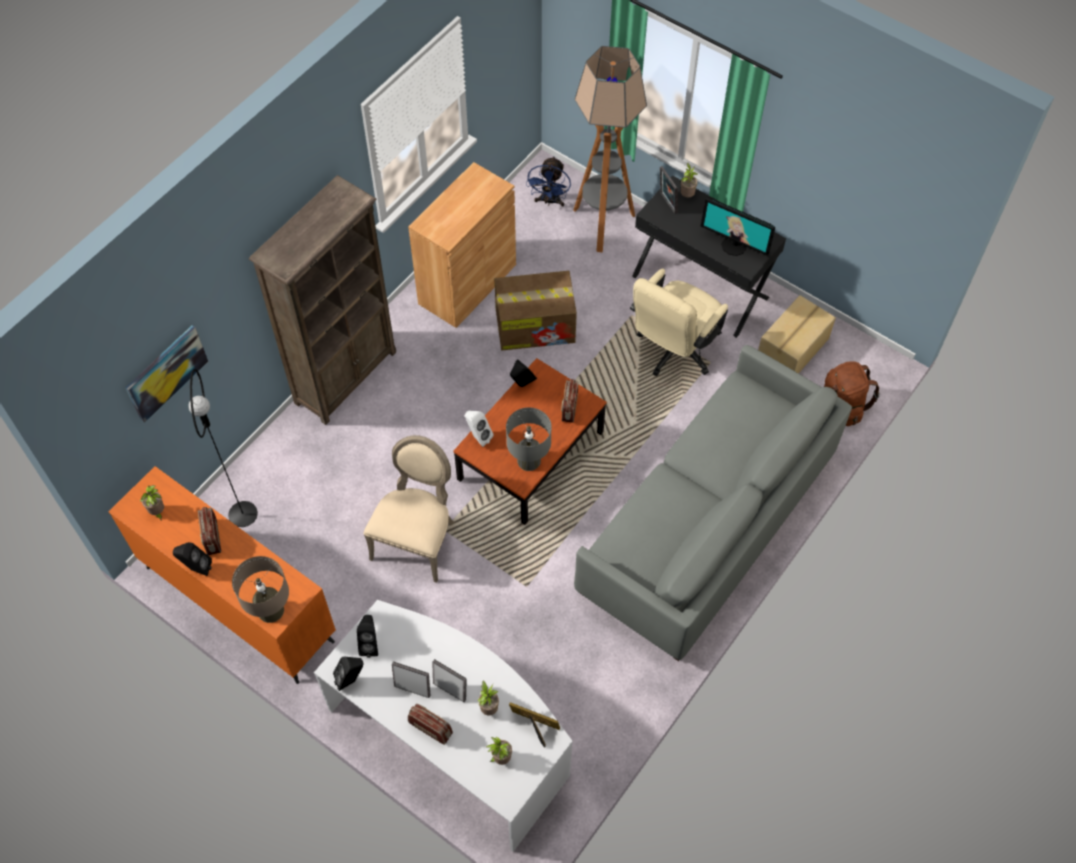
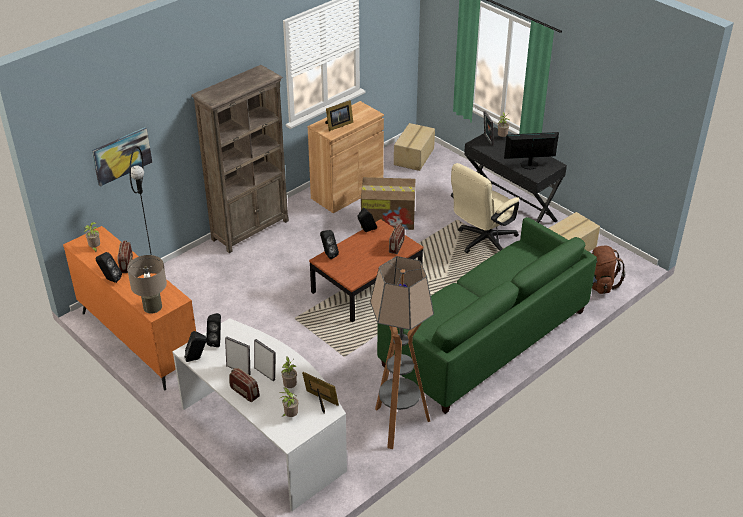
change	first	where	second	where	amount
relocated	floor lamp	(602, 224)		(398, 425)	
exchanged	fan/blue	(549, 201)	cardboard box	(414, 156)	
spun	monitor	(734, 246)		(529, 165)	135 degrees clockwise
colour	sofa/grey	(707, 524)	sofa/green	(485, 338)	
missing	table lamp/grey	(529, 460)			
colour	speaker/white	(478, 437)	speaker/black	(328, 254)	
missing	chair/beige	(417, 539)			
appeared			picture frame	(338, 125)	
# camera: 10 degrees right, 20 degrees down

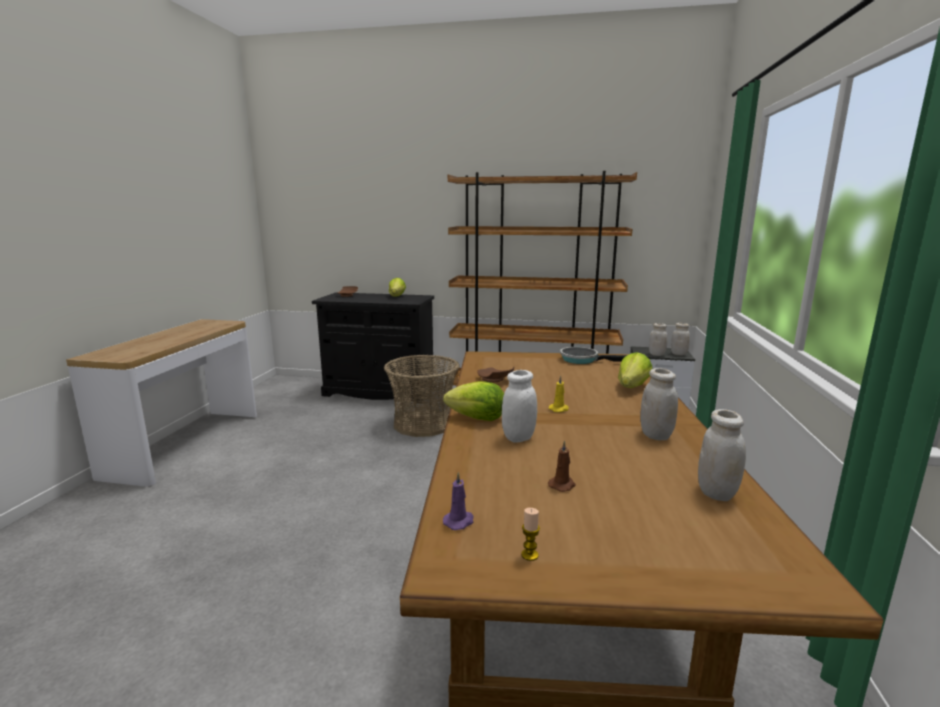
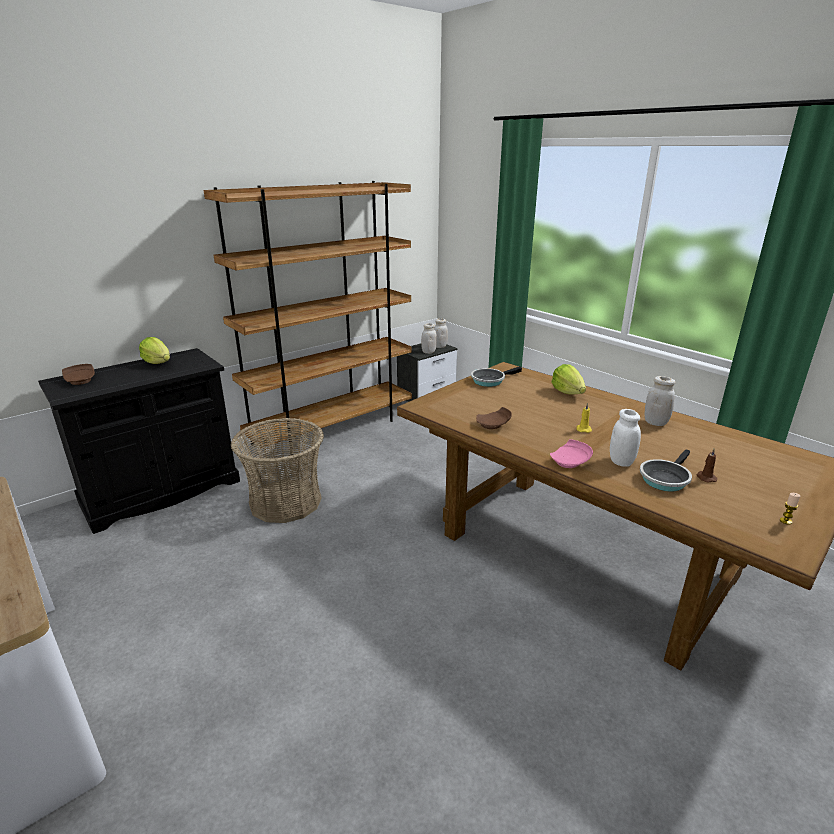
change	first	where	second	where	amount
exchanged	lettuce	(477, 418)	plate/pink	(570, 462)	
missing	jar/white	(716, 493)			
missing	candle/purple	(459, 521)			
appeared			frying pan	(665, 478)	
# camera: 50 degrees left, 10 degrees up

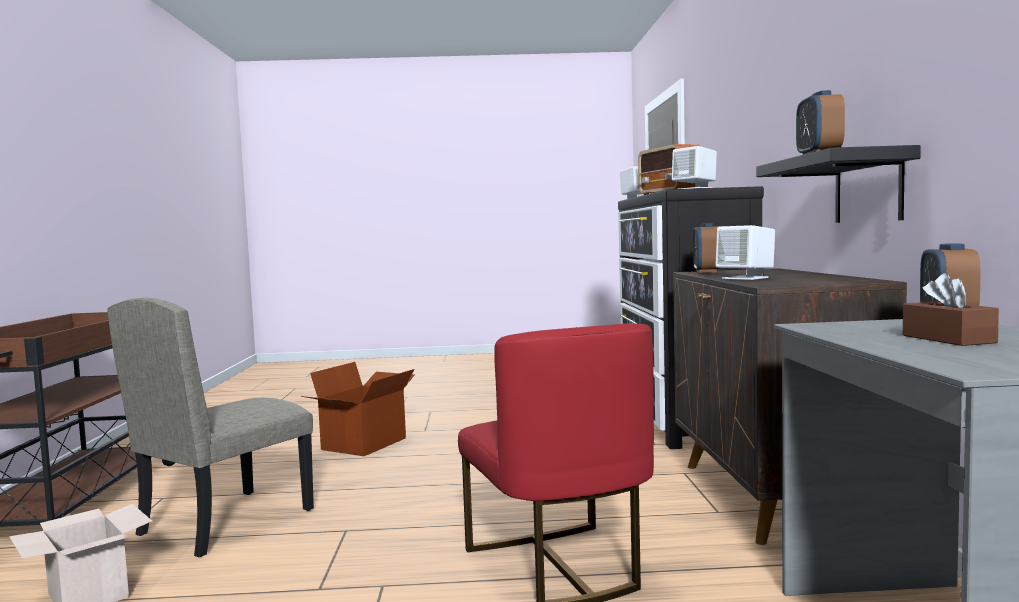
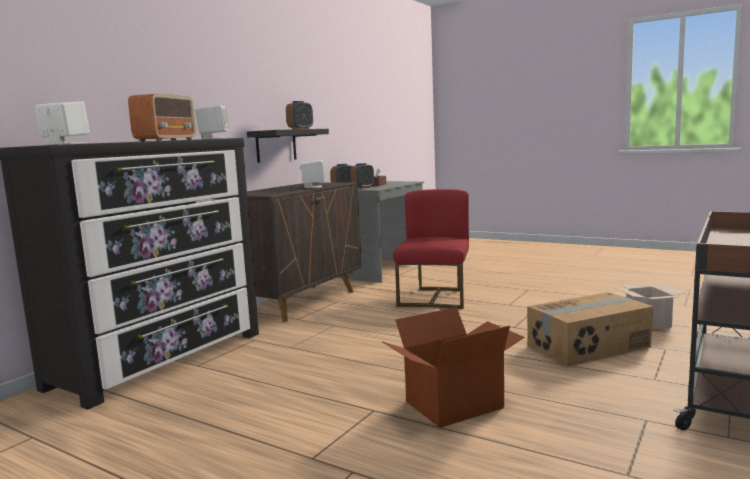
change	first	where	second	where	amount
relocated	alarm clock	(706, 272)		(363, 187)	
exchanged	chair/beige	(226, 521)	cardboard box	(589, 347)	
# camera: 145 degrees left, 5 degrees up

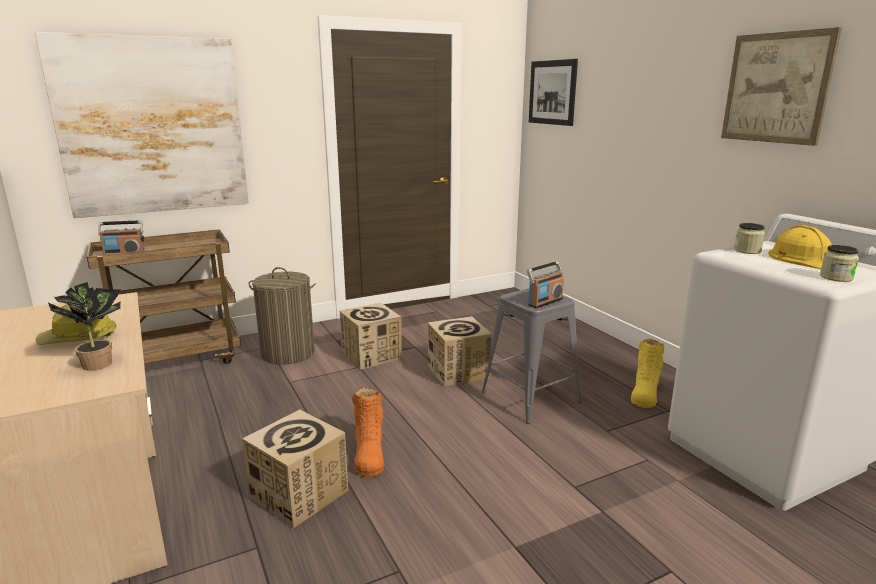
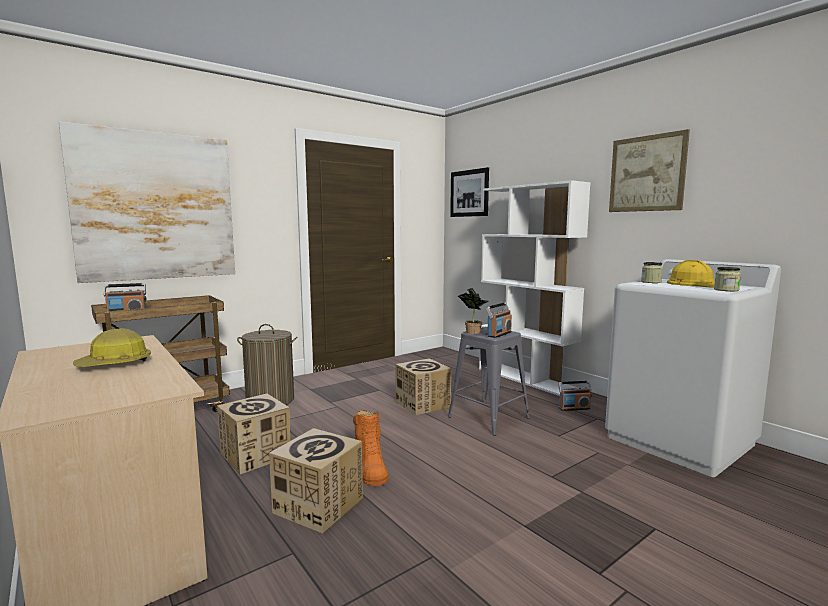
change	first	where	second	where	amount
relocated	potted plant	(98, 362)		(472, 331)	
relocated	cardboard box	(371, 355)		(255, 455)	
exchanged	boot/yellow	(645, 393)	radio	(574, 408)	
appeared			bookcase/white	(526, 378)	
# camera: 10 degrees left, 10 degrees down

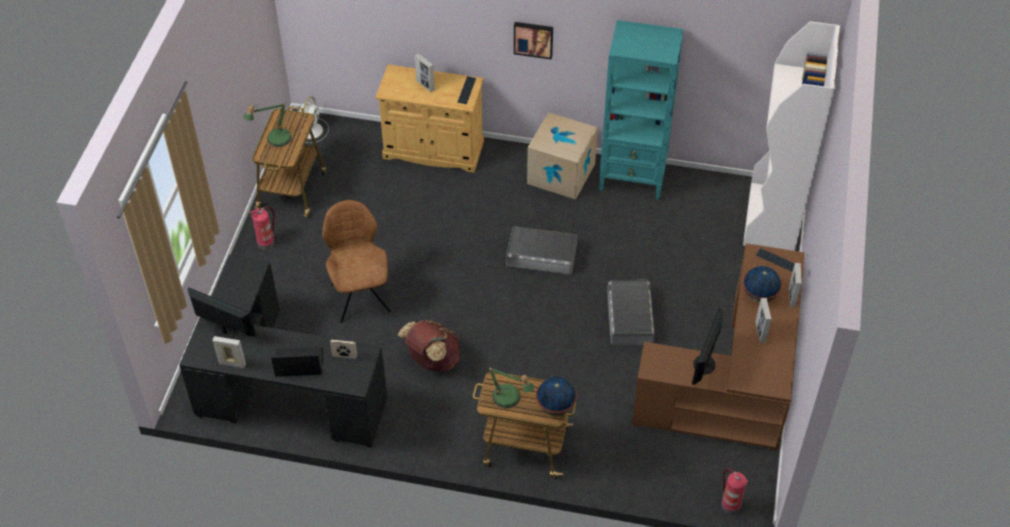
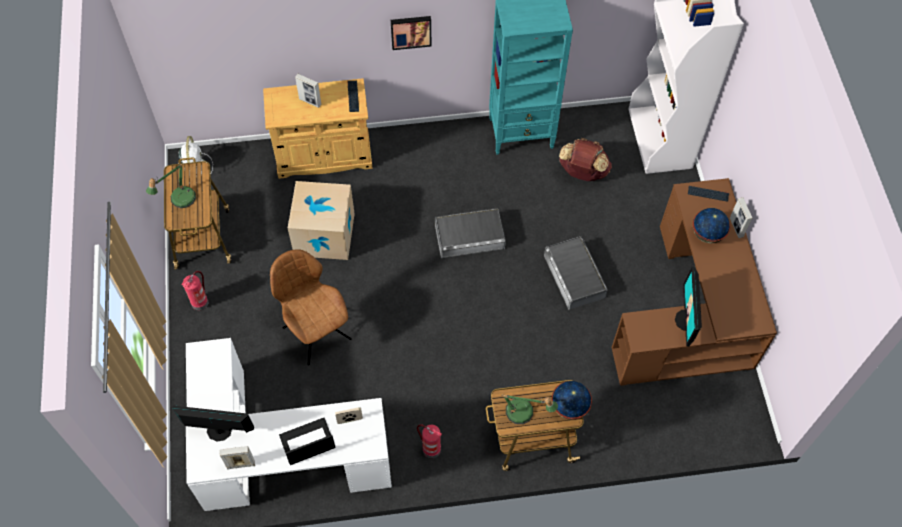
change	first	where	second	where	amount
relocated	cardboard box	(561, 174)		(324, 234)	
colour	desk/black	(279, 390)	desk/white	(277, 455)	
missing	picture frame	(760, 332)			
relocated	backpack/brown	(432, 360)		(582, 172)	
relocated	fire extinguisher	(729, 505)		(430, 449)	
# camera: 20 degrees left, 10 degrees up

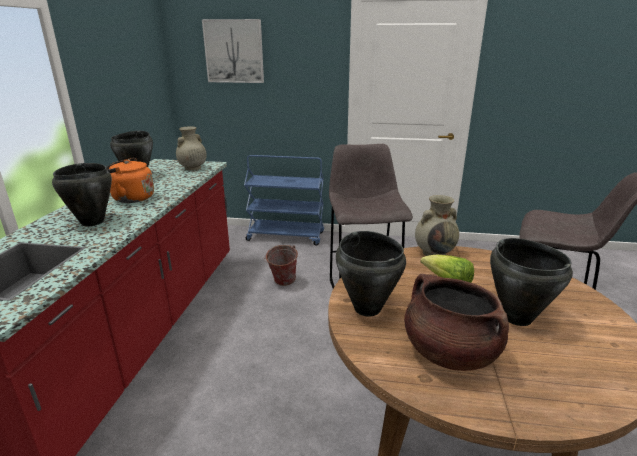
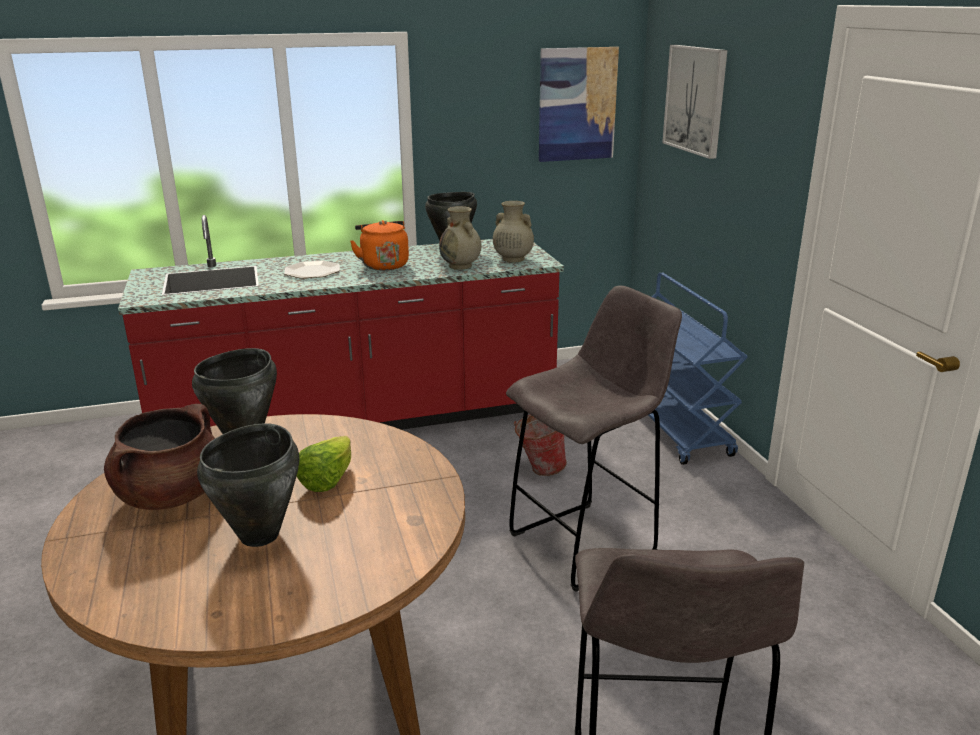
change	first	where	second	where	amount
exchanged	cooking pot/black	(92, 222)	plate	(312, 271)	
relocated	vase/beige	(434, 253)		(461, 266)	
appeared			picture	(577, 104)	
# camera: 65 degrees right, 0 degrees up

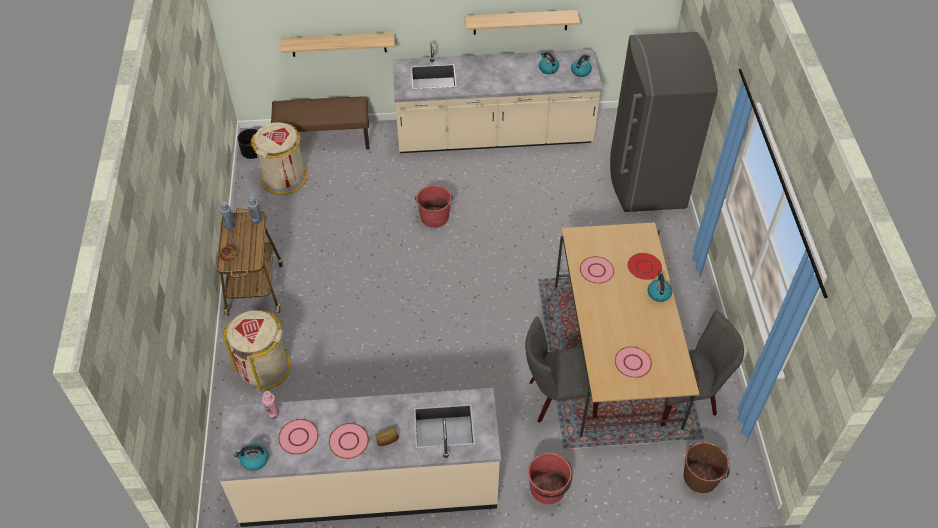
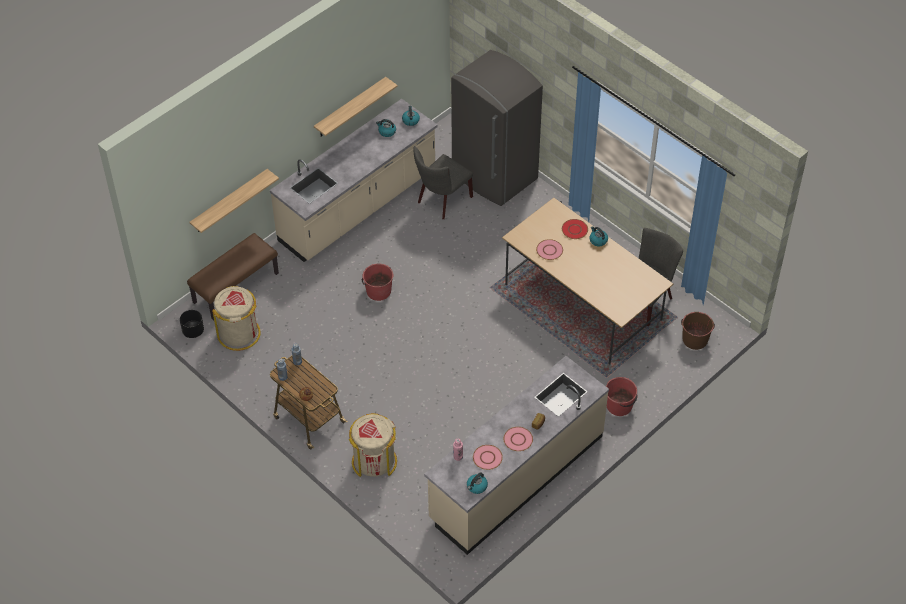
change	first	where	second	where	amount
relocated	chair/grey	(557, 398)		(442, 201)	
missing	plate/pink	(632, 363)			
# camera: 40 degrees left, 0 degrees up

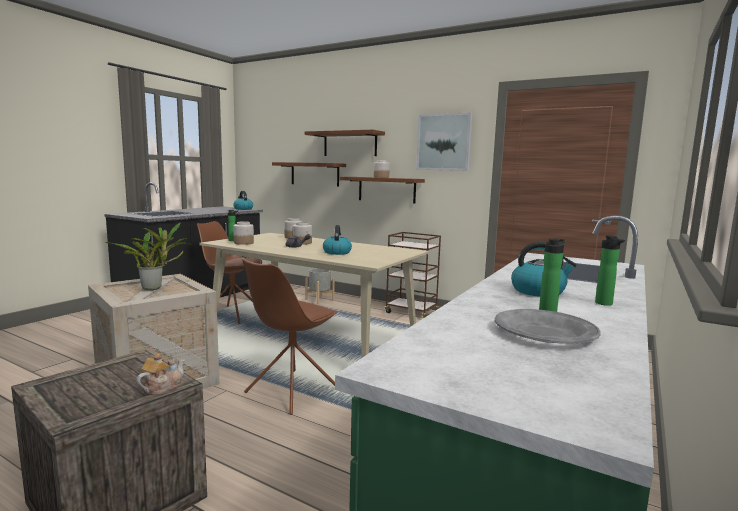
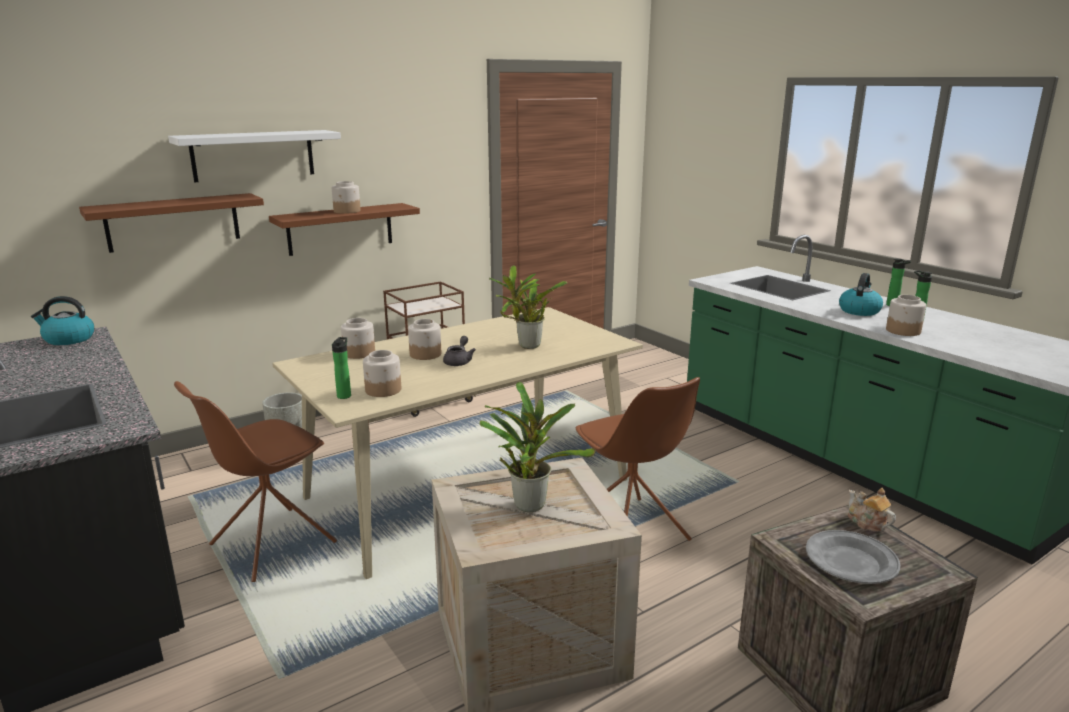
change	first	where	second	where	amount
missing	picture	(444, 142)			
colour	shelf/brown	(350, 144)	shelf/white	(253, 155)	
exchanged	kettle	(337, 252)	potted plant	(526, 346)	
relocated	plate/grey	(545, 332)		(851, 561)	
appeared			jar	(903, 331)	
# camera: 65 degrees left, 10 degrees up

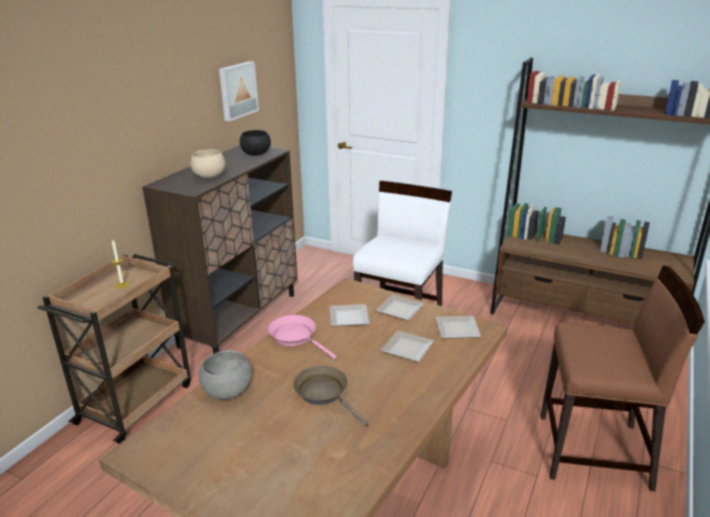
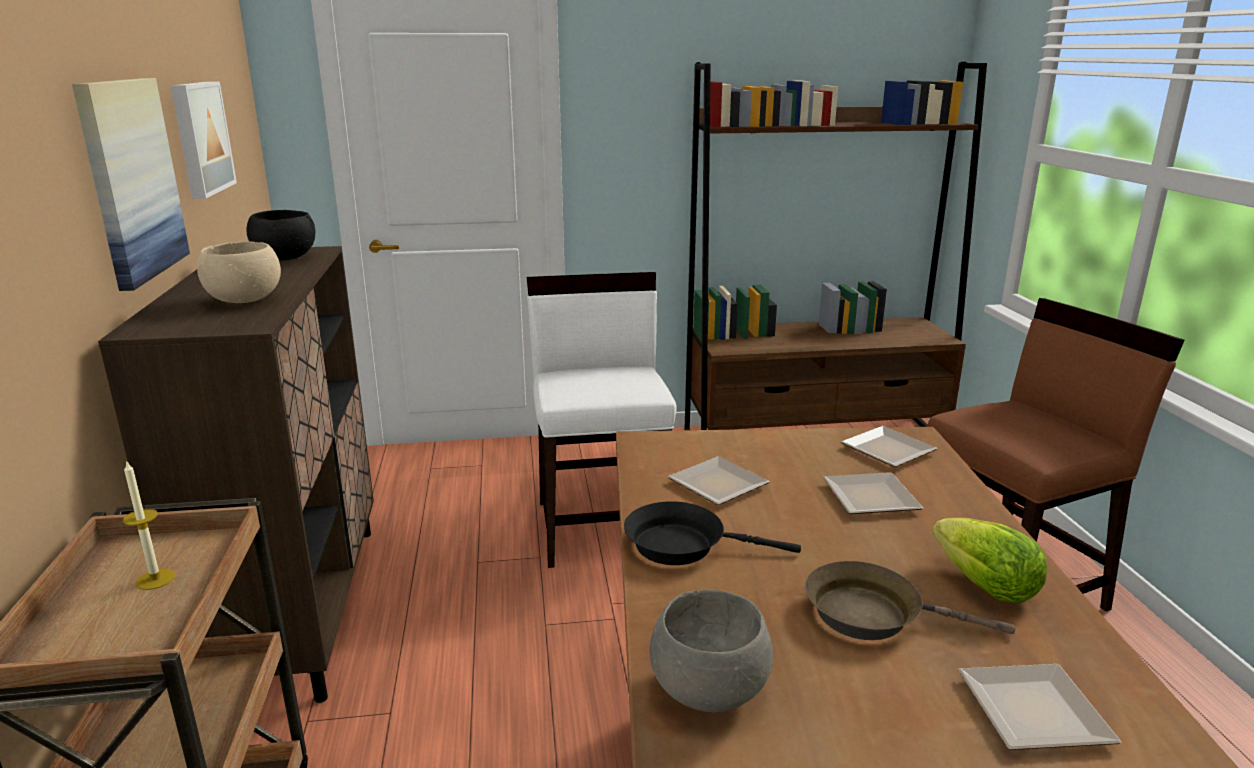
change	first	where	second	where	amount
relocated	plate	(398, 310)		(1031, 715)	
colour	frying pan/pink	(296, 337)	frying pan/black	(683, 545)	
appeared			picture	(131, 179)	
appeared			lettuce	(985, 586)	
# camera: 35 degrees left, 5 degrees down

